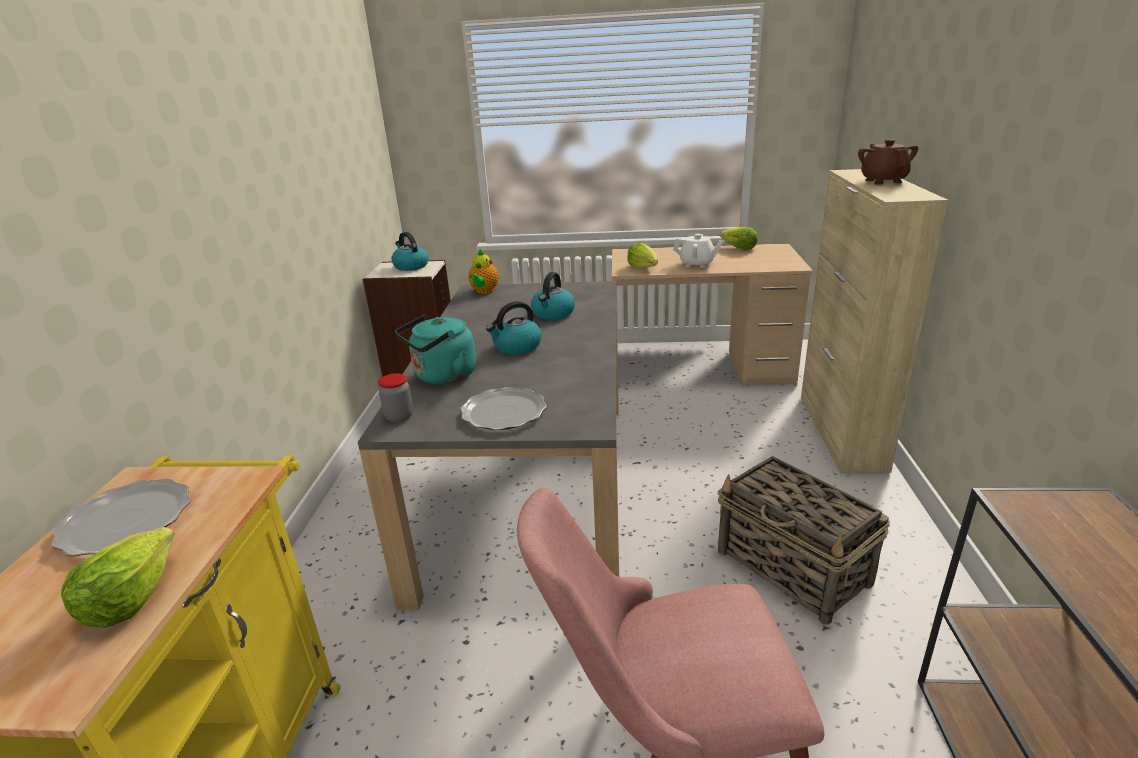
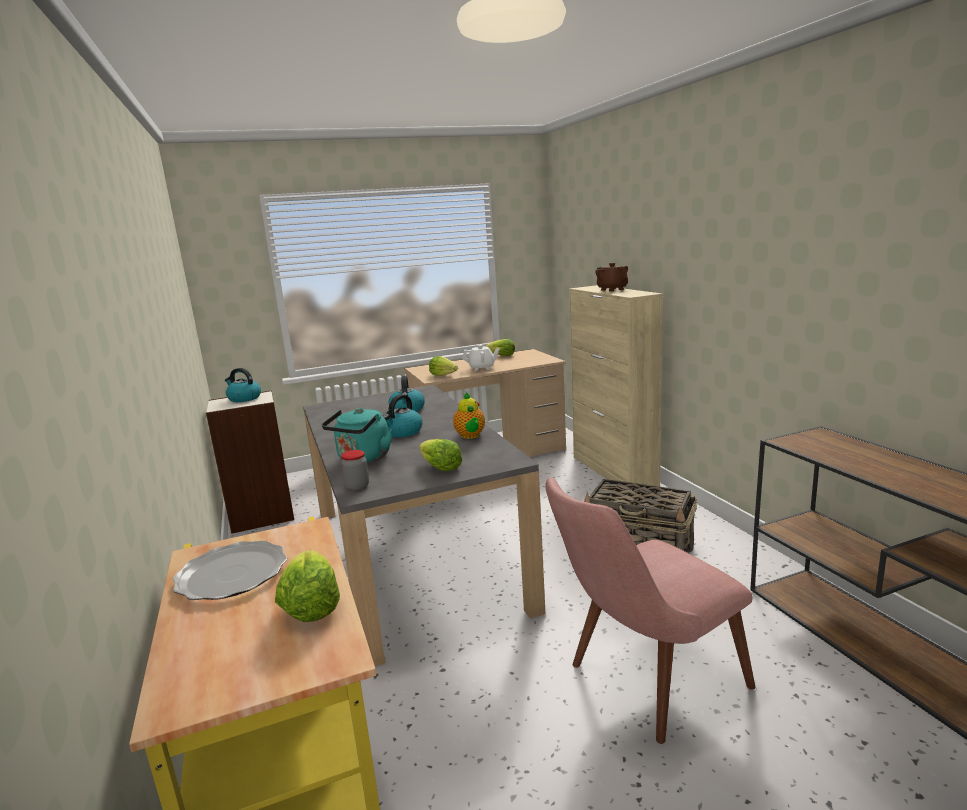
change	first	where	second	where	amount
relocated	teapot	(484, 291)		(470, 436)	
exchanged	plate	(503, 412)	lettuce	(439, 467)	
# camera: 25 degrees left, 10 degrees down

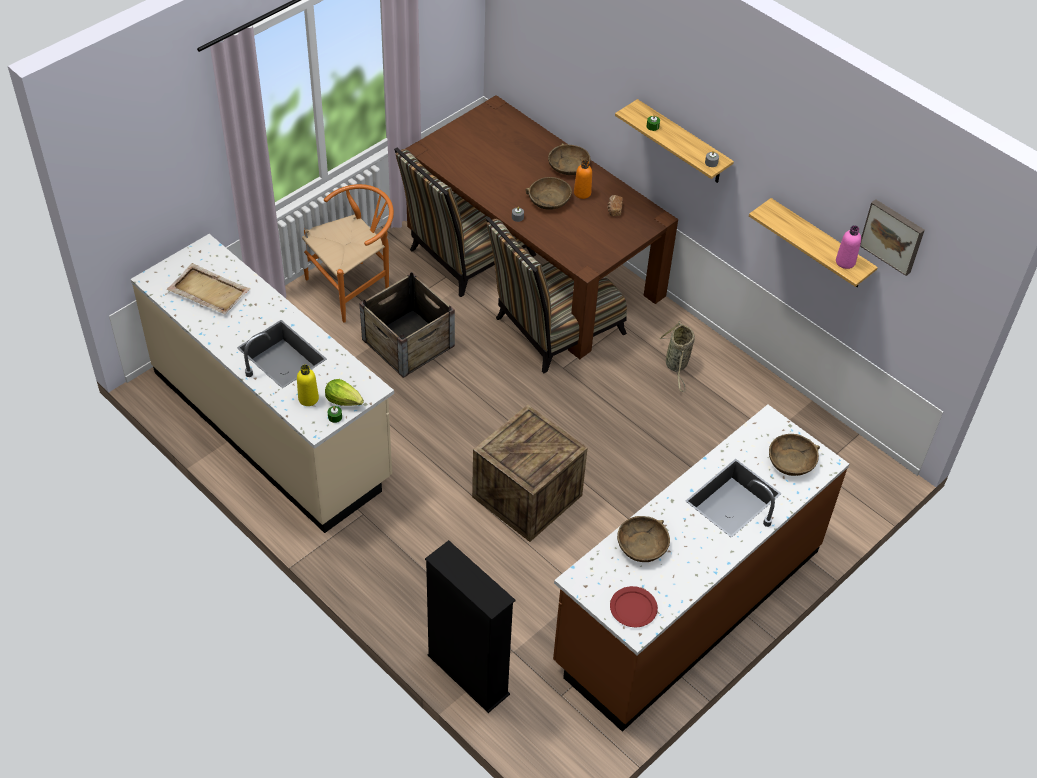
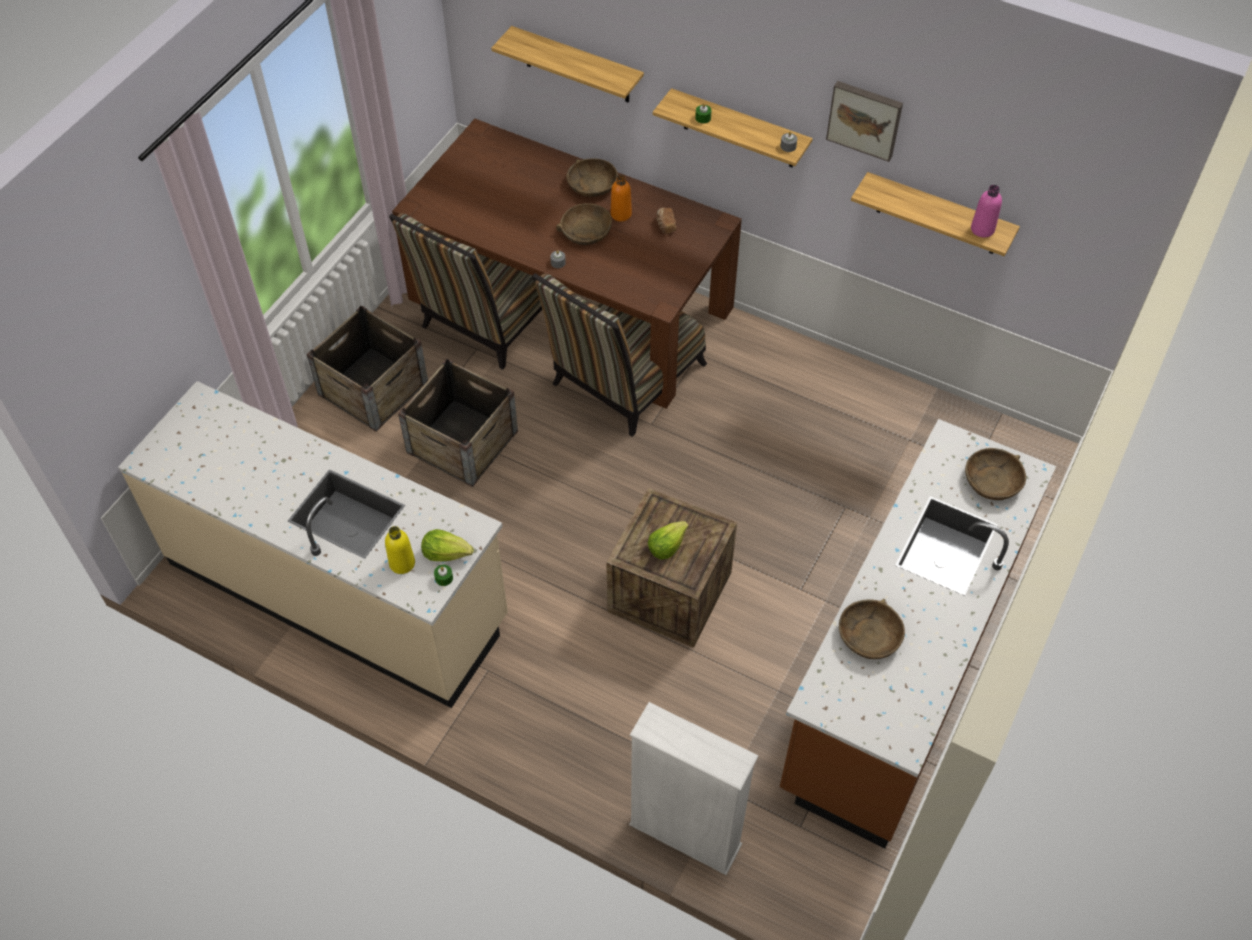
change	first	where	second	where	amount
exchanged	chair/orange	(355, 285)	crate	(373, 388)	
relocated	picture	(893, 236)		(865, 119)	
missing	tray/beige	(208, 291)			
missing	basket	(676, 365)			
colour	bookcase/black	(468, 675)	bookcase/white	(685, 835)	
missing	plate/red	(633, 608)			
appeared			shelf	(577, 66)	
appeared			lettuce	(666, 545)	
# camera: 15 degrees left, 5 degrees up

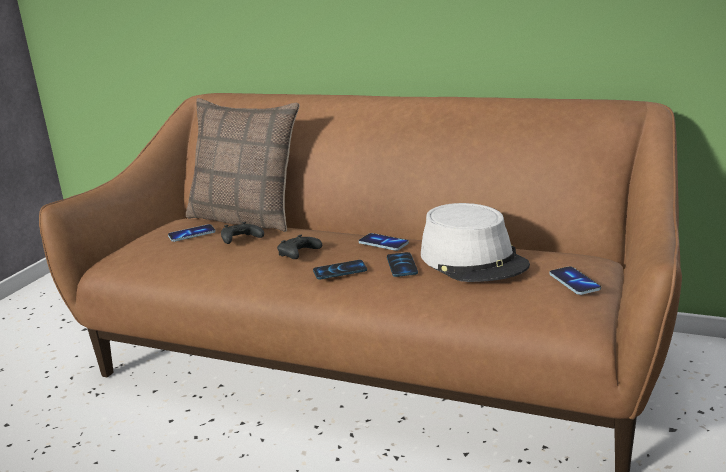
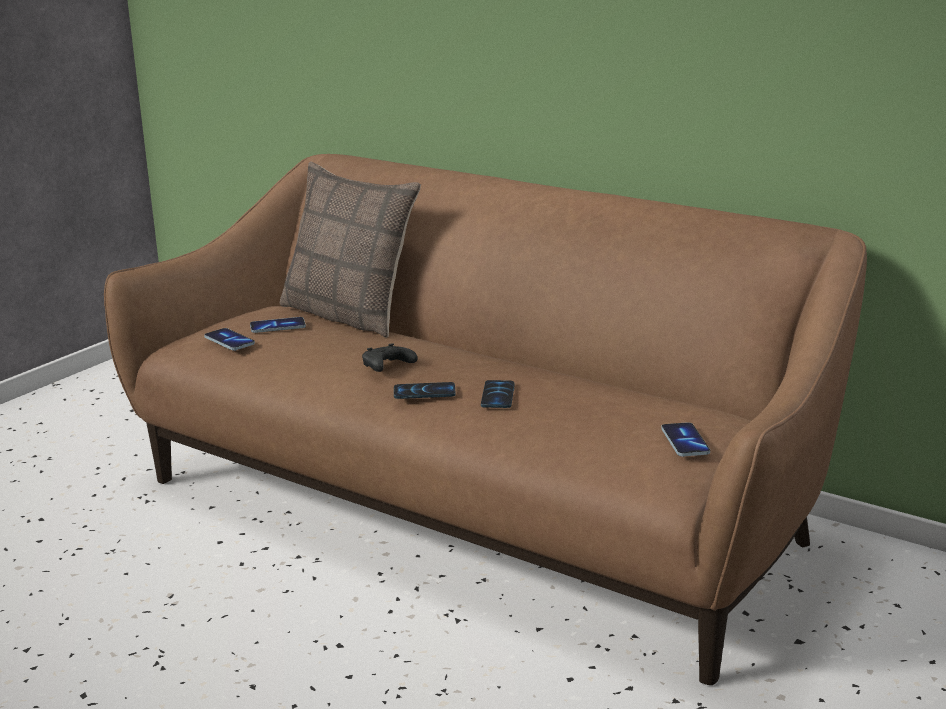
change	first	where	second	where	amount
missing	hat/grey	(473, 260)			
missing	game controller/black	(240, 240)			
relocated	phone	(383, 243)		(229, 341)	
# camera: 10 degrees right, 0 degrees up

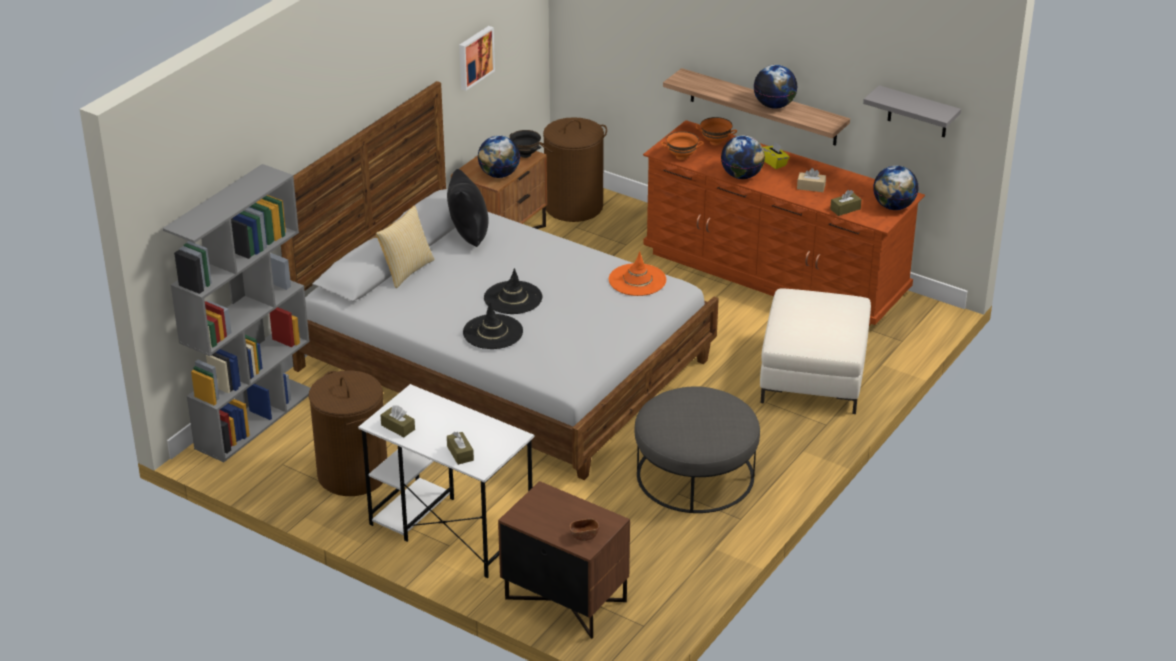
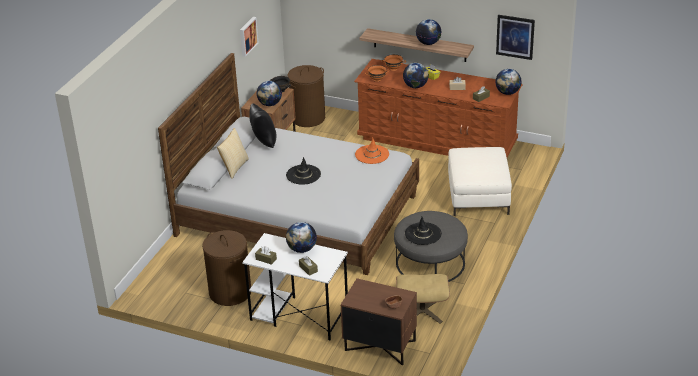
change	first	where	second	where	amount
exchanged	shelf/grey	(918, 112)	picture	(515, 36)	
missing	bookcase/grey	(255, 419)			
relocated	hat/black	(493, 332)		(423, 234)	
appeared			globe	(301, 249)	
appeared			ottoman/beige	(422, 311)	
# camera: 10 degrees left, 0 degrees up

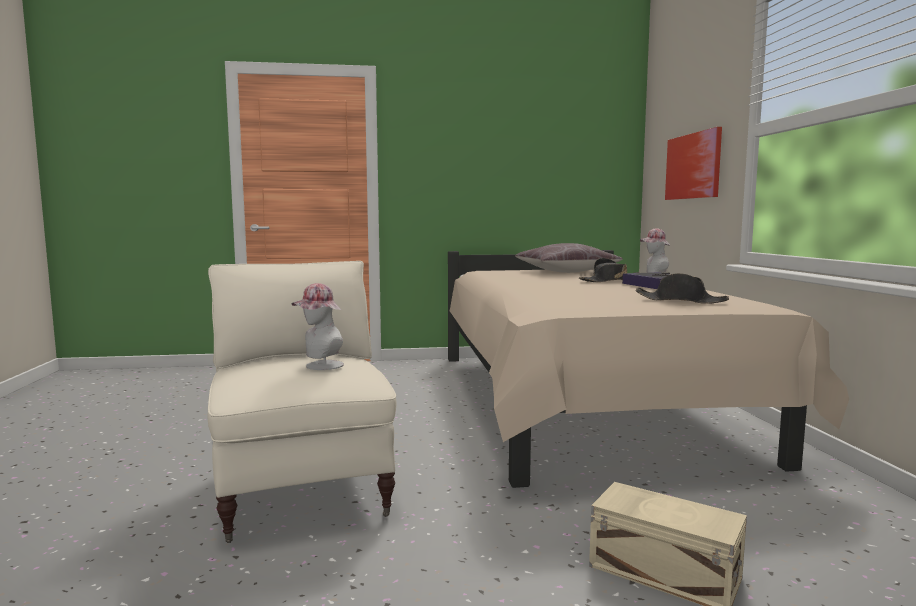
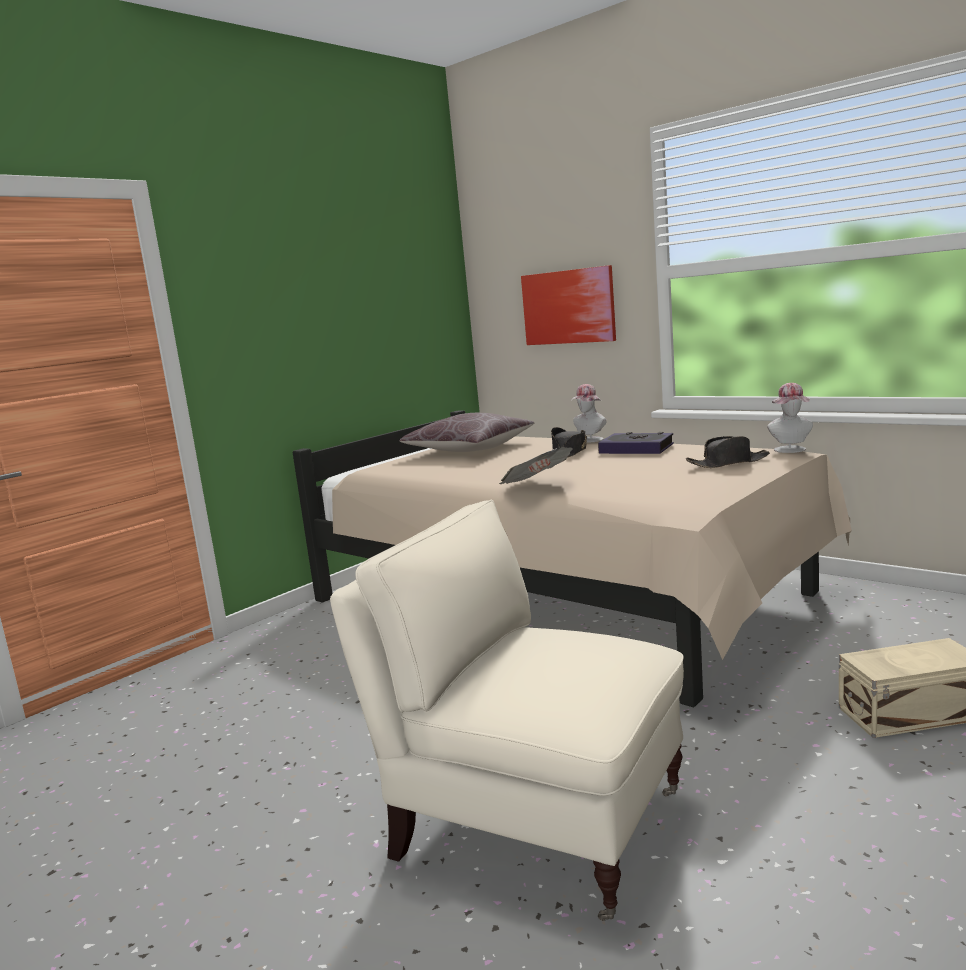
change	first	where	second	where	amount
relocated	hat	(320, 366)		(791, 450)	
appeared			newspaper	(536, 486)	
# camera: 40 degrees left, 5 degrees up

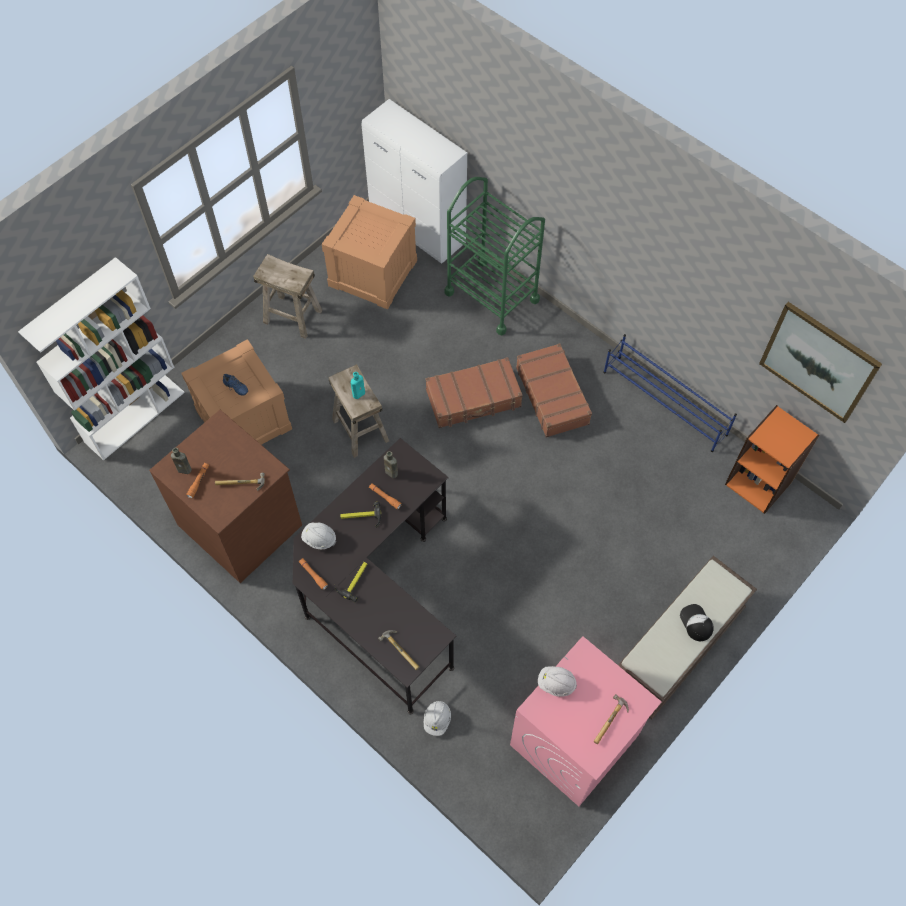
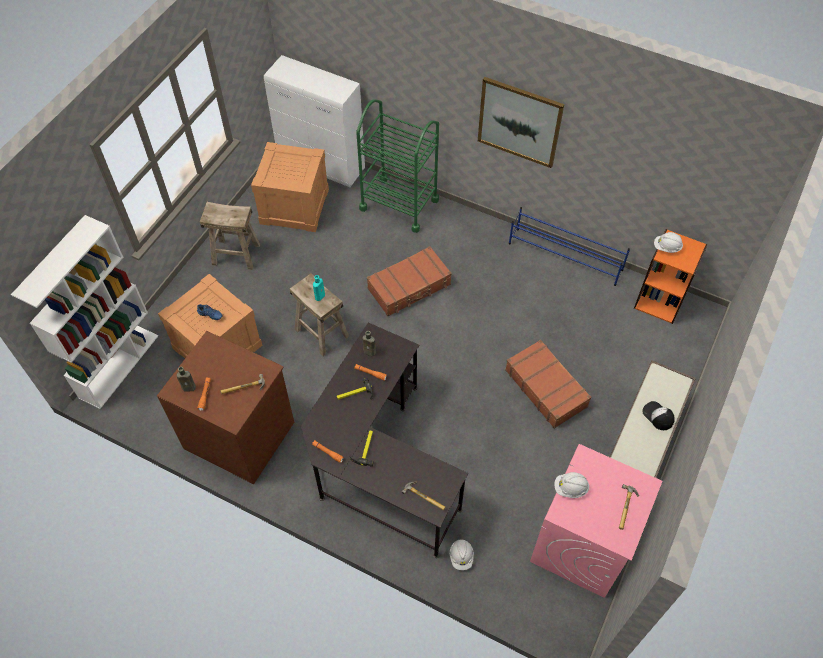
change	first	where	second	where	amount
relocated	picture	(818, 362)		(519, 122)	
relocated	suitcase/brown	(552, 395)		(546, 388)	
relocated	hard hat/white	(319, 539)		(666, 247)	
# camera: 15 degrees left, 5 degrees down

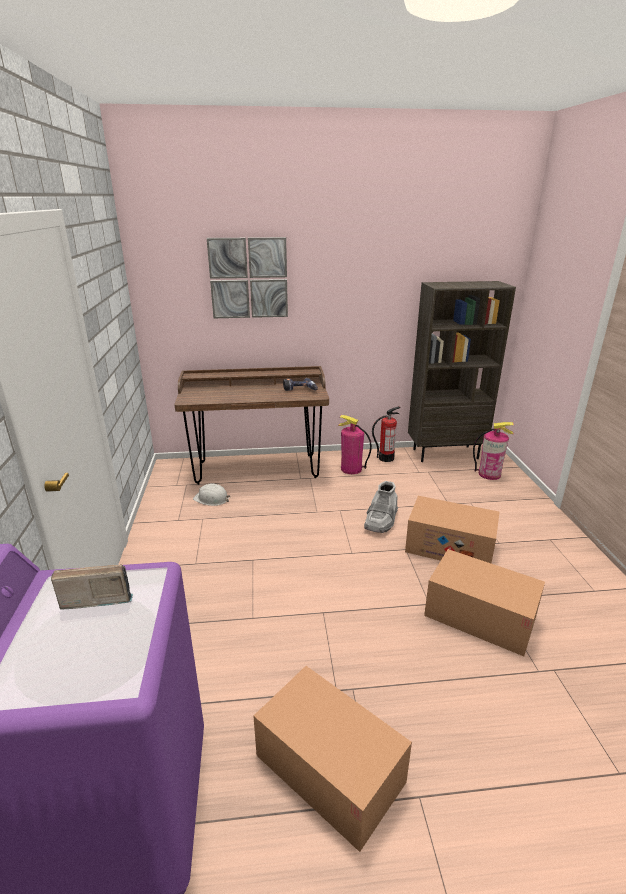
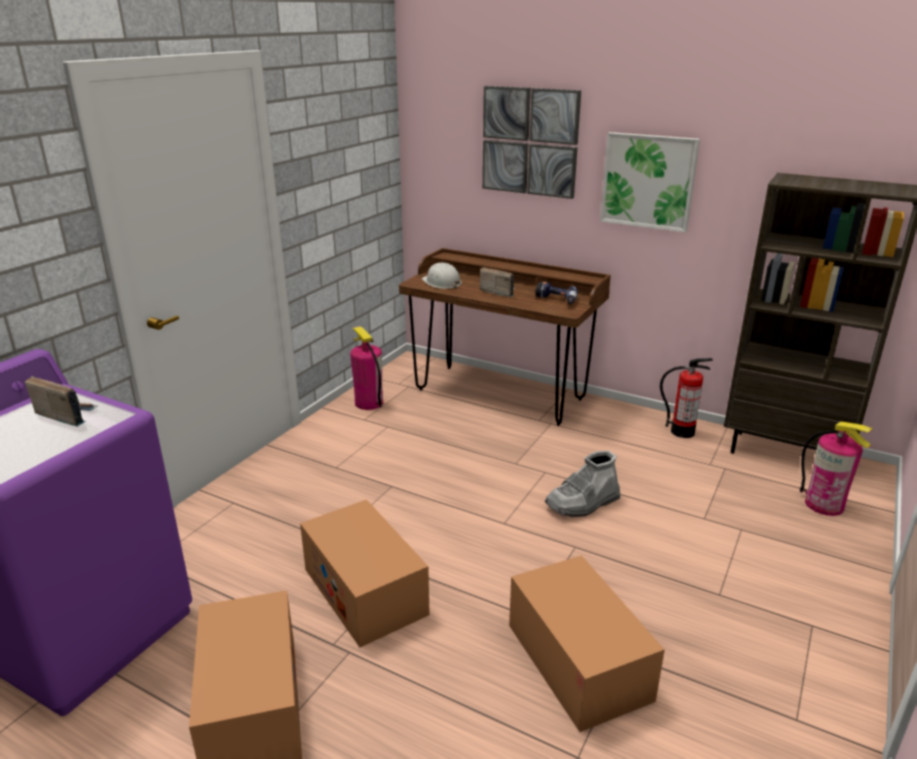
change	first	where	second	where	amount
relocated	fire extinguisher	(351, 469)		(369, 403)	
relocated	hard hat/white	(211, 499)		(442, 283)	
relocated	cardboard box	(449, 547)		(365, 591)	
appeared			picture	(648, 181)	
appeared			radio	(498, 292)	
# camera: 35 degrees right, 0 degrees up

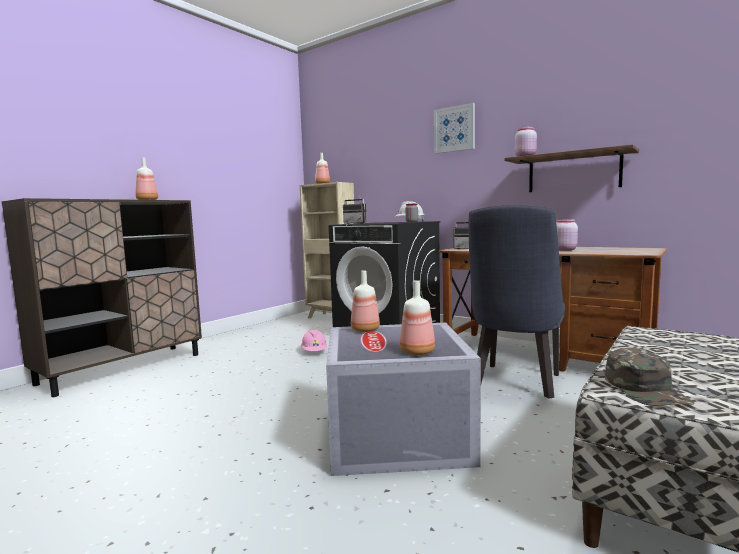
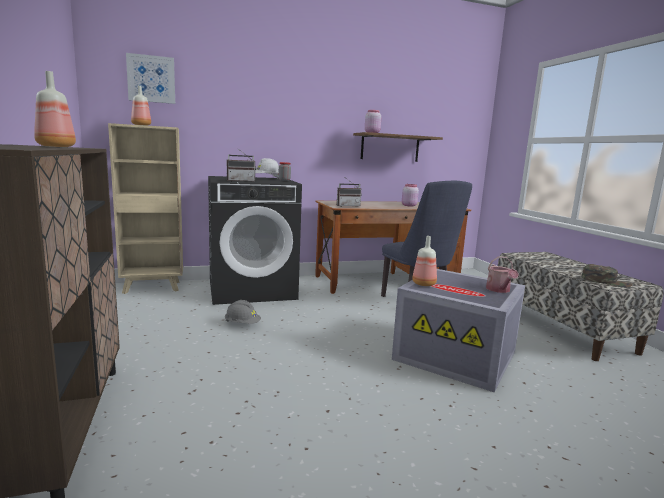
change	first	where	second	where	amount
relocated	picture	(454, 129)		(151, 79)	
exchanged	bottle	(416, 352)	watering can	(499, 290)	
colour	hard hat/pink	(314, 352)	hard hat/grey	(242, 324)	
# camera: 55 degrees left, 5 degrees up

